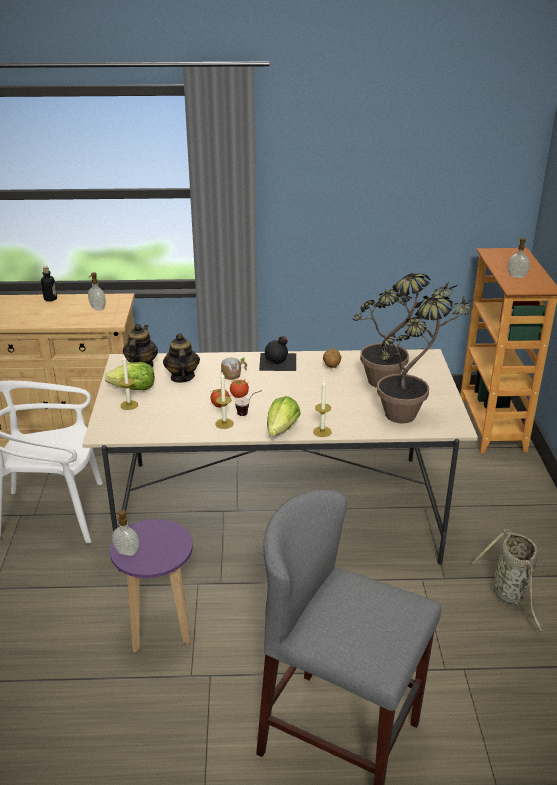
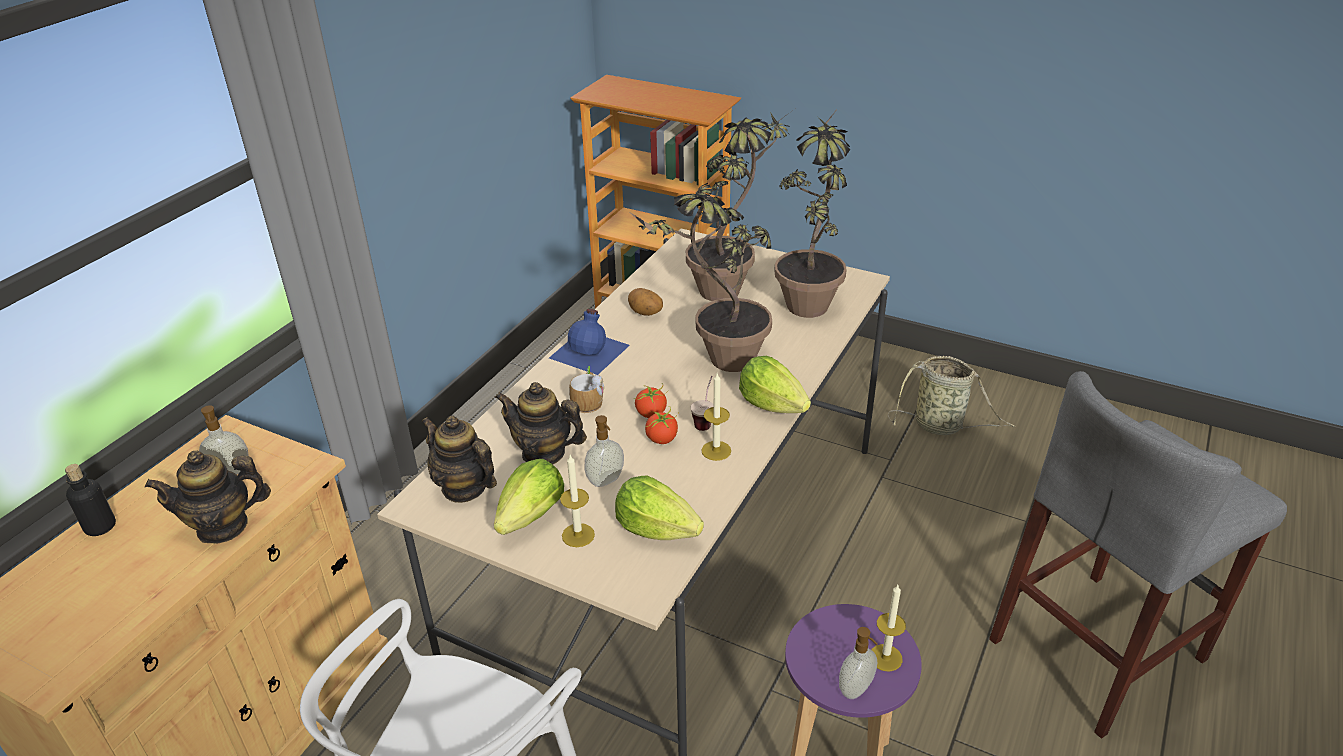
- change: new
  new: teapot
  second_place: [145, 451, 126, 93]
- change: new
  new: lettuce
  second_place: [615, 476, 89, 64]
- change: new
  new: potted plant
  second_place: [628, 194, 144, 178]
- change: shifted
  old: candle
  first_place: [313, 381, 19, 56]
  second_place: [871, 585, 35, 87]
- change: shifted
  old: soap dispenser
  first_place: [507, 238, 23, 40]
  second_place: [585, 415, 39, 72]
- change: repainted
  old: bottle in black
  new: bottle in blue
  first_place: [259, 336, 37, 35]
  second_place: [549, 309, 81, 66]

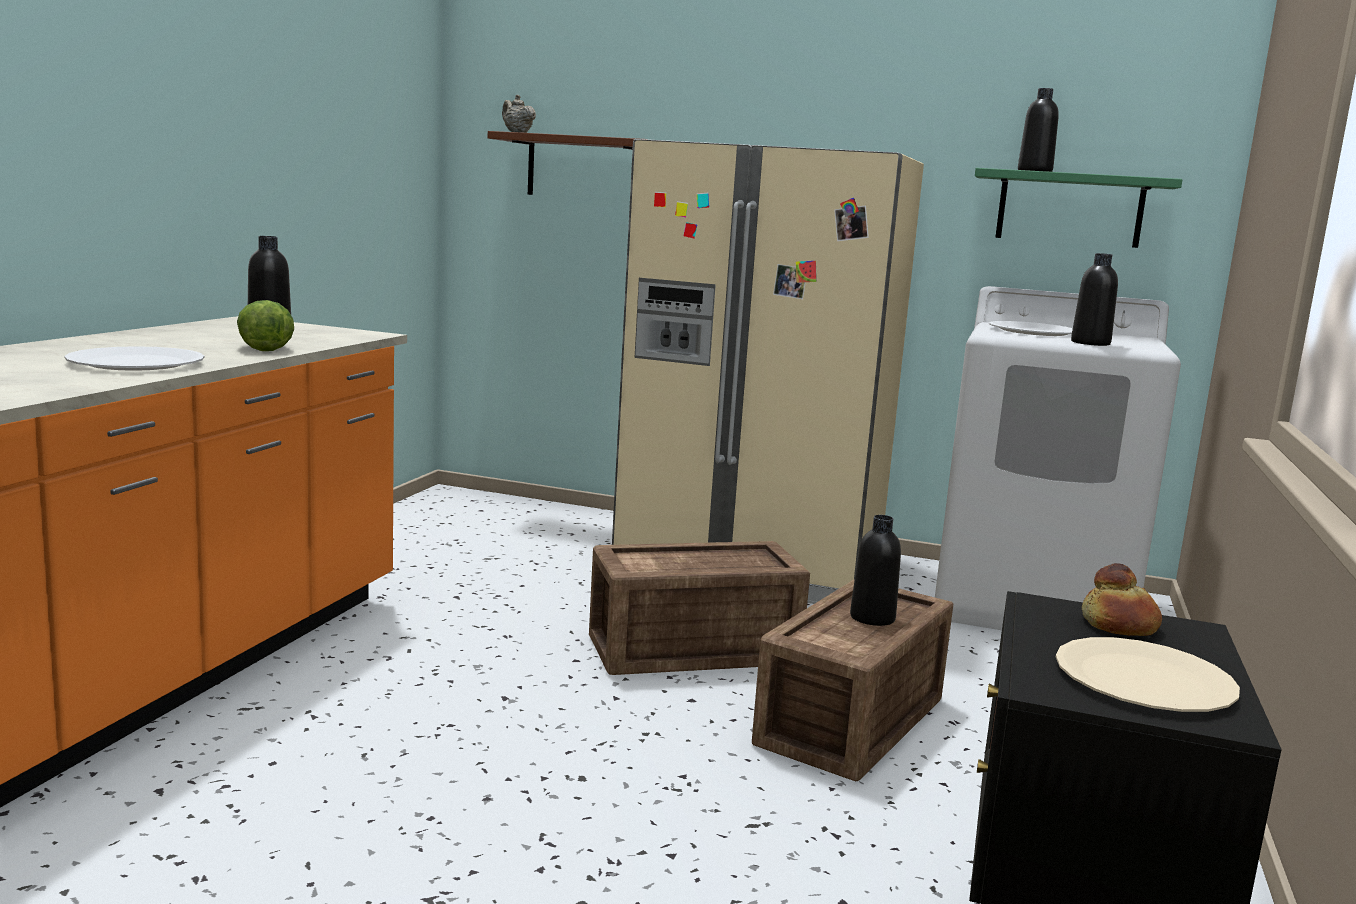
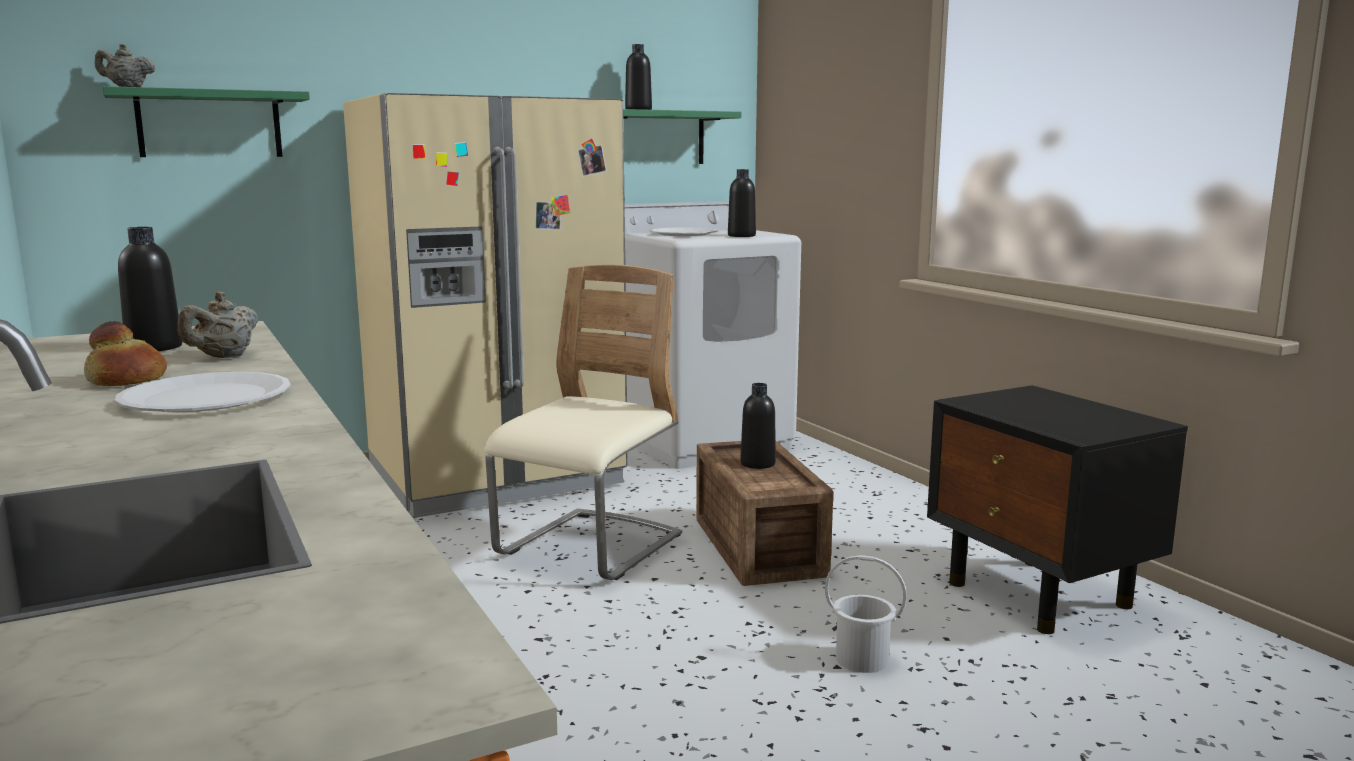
- change: gone
  old: plate in beige
  first_place: [1056, 637, 184, 75]
- change: new
  new: bucket in white
  second_place: [825, 555, 82, 118]
- change: shifted
  old: bread
  first_place: [1082, 563, 80, 73]
  second_place: [84, 321, 83, 65]
- change: swapped
  old: lettuce
  new: teapot in beige
  first_place: [237, 300, 57, 51]
  second_place: [178, 292, 80, 66]
- change: swapped
  old: crate
  new: chair in beige
  first_place: [589, 541, 221, 134]
  second_place: [484, 265, 198, 315]
- change: repainted
  old: shelf in brown
  new: shelf in green
  first_place: [488, 131, 161, 64]
  second_place: [102, 86, 208, 71]

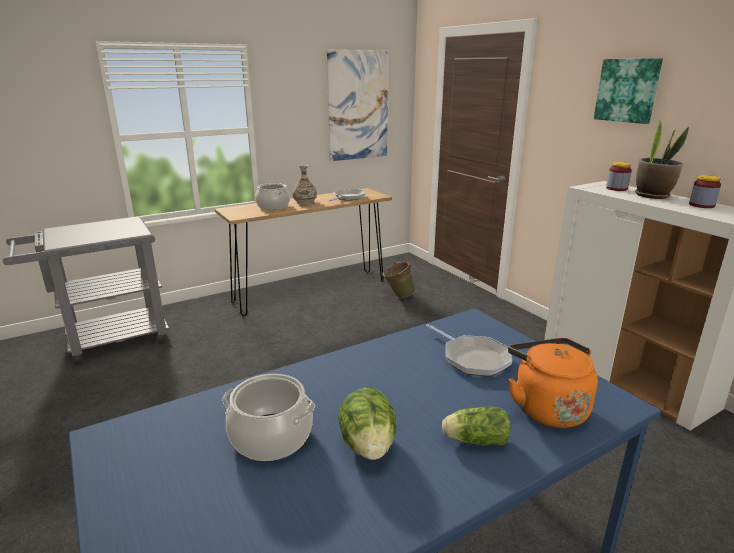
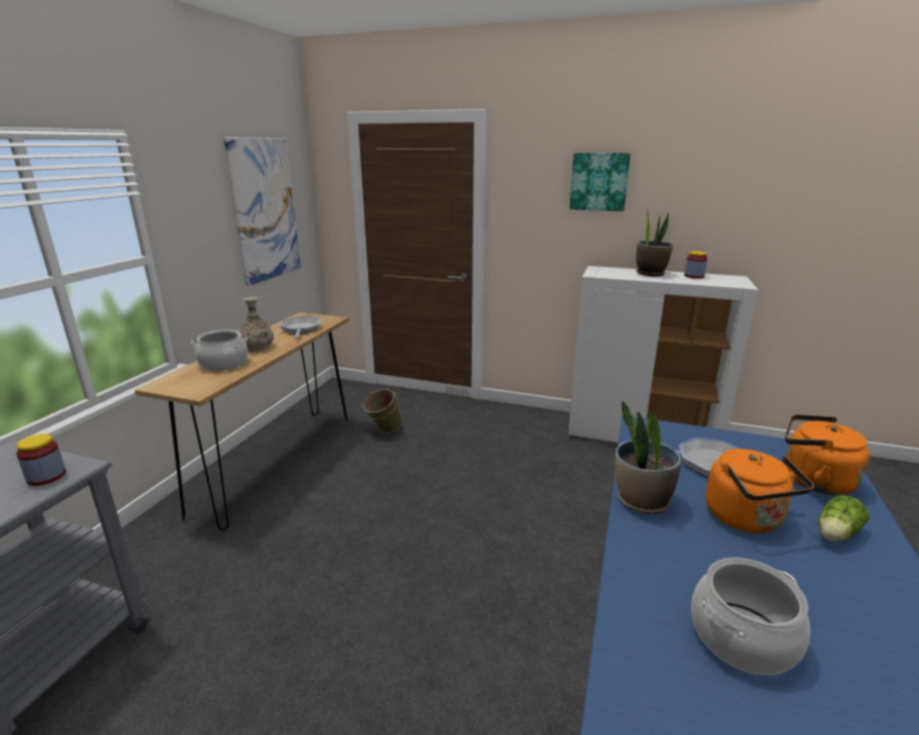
- change: gone
  old: lettuce
  first_place: [338, 388, 58, 72]
- change: new
  new: potted plant
  second_place: [615, 400, 66, 114]
- change: new
  new: kettle in orange
  second_place: [706, 449, 108, 84]
- change: shifted
  old: jar
  first_place: [606, 162, 26, 29]
  second_place: [16, 434, 50, 52]

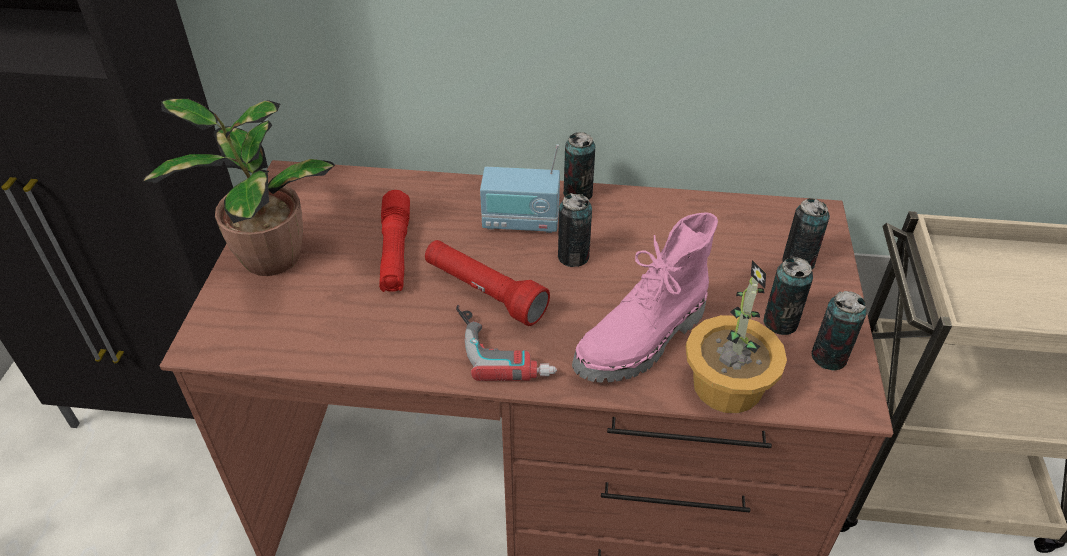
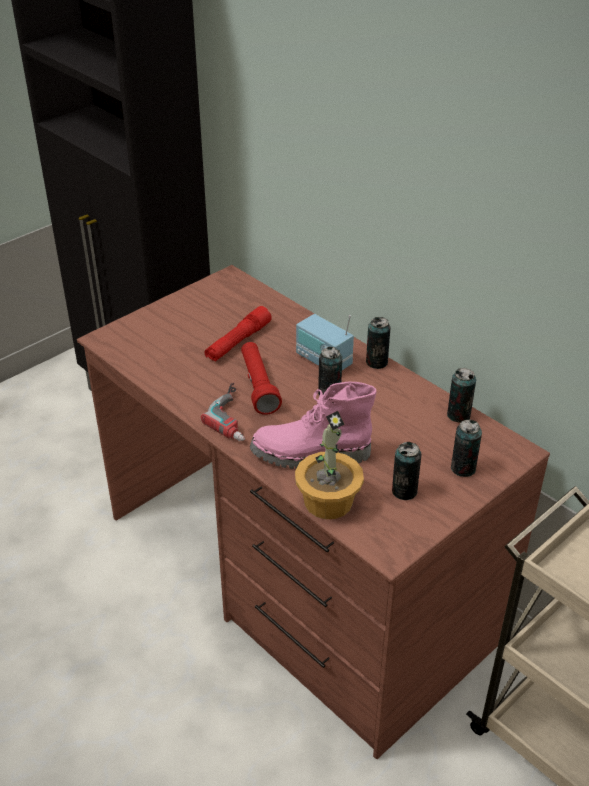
- change: gone
  old: potted plant
  first_place: [142, 98, 193, 178]
- change: shifted
  old: can
  first_place: [812, 291, 55, 80]
  second_place: [447, 368, 29, 54]

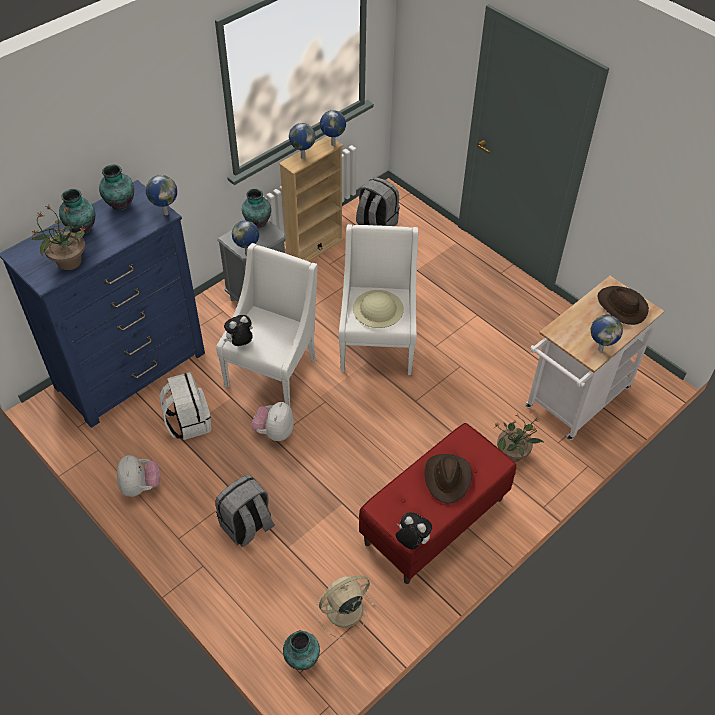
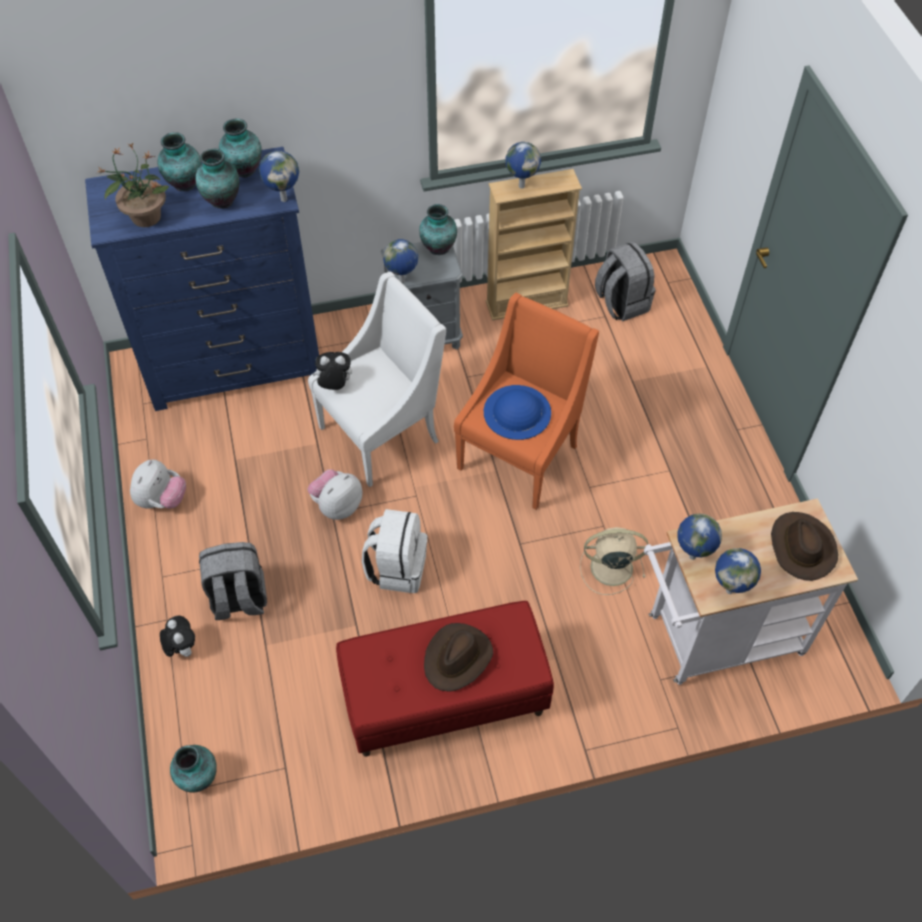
- change: gone
  old: potted plant
  first_place: [493, 414, 50, 48]
- change: new
  new: vase
  second_place: [195, 149, 44, 60]
- change: shifted
  old: backpack in white
  first_place: [159, 372, 52, 68]
  second_place: [362, 509, 65, 84]
- change: shifted
  old: fan in beige
  first_place: [317, 575, 58, 63]
  second_place: [580, 527, 68, 68]
- change: shifted
  old: globe
  first_place: [320, 110, 26, 36]
  second_place: [677, 514, 45, 46]
- change: shifted
  old: plush toy
  first_place: [395, 512, 37, 37]
  second_place: [160, 616, 35, 41]
- change: repainted
  old: armchair in white
  new: armchair in orange
  first_place: [339, 224, 79, 151]
  second_place: [454, 293, 145, 217]
- change: repainted
  old: hat in beige
  new: hat in blue
  first_place: [353, 290, 51, 38]
  second_place: [484, 385, 67, 55]

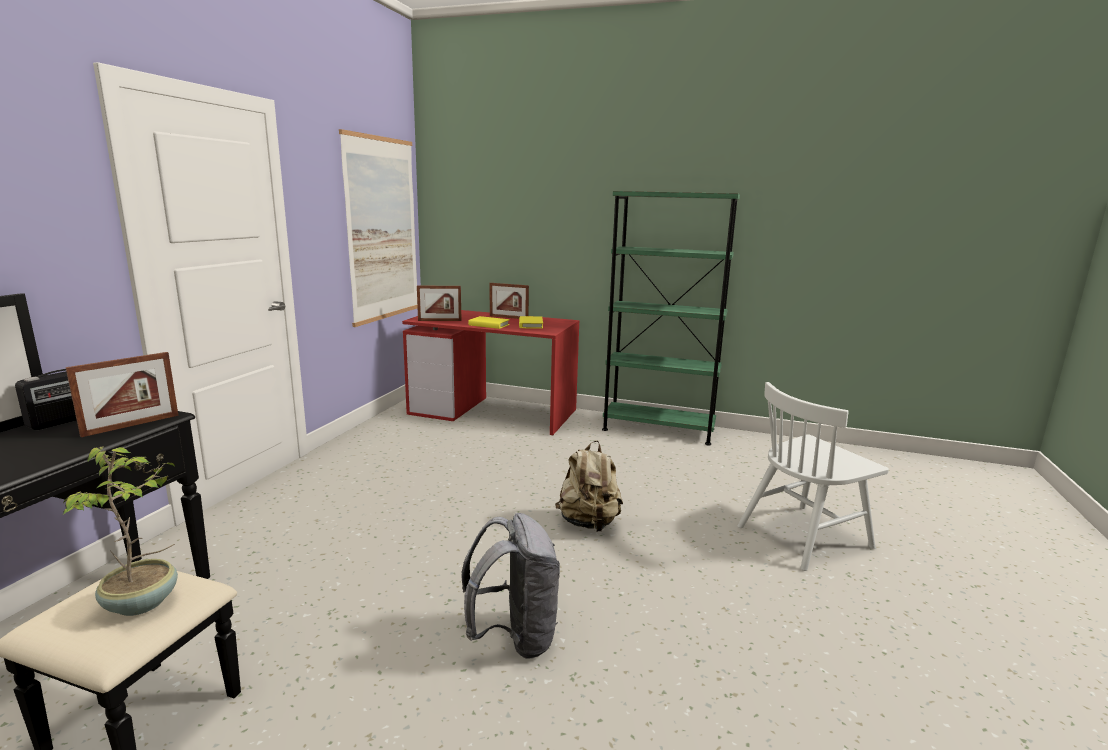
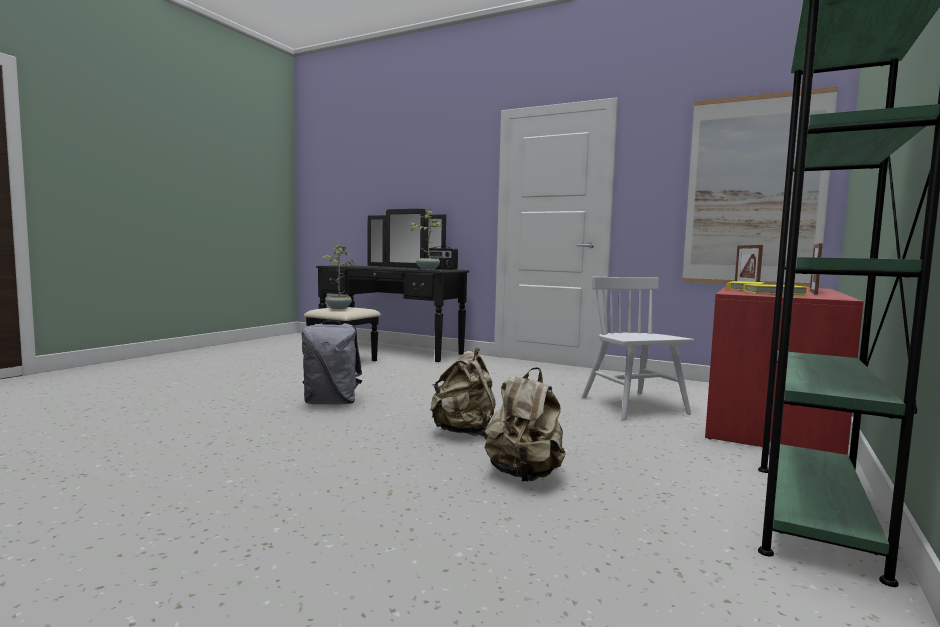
- change: new
  new: backpack in beige
  second_place: [484, 367, 82, 115]
- change: shifted
  old: chair in white
  first_place: [738, 382, 151, 189]
  second_place: [582, 276, 112, 144]
- change: swapped
  old: picture frame
  new: potted plant
  first_place: [66, 352, 113, 85]
  second_place: [409, 209, 33, 61]

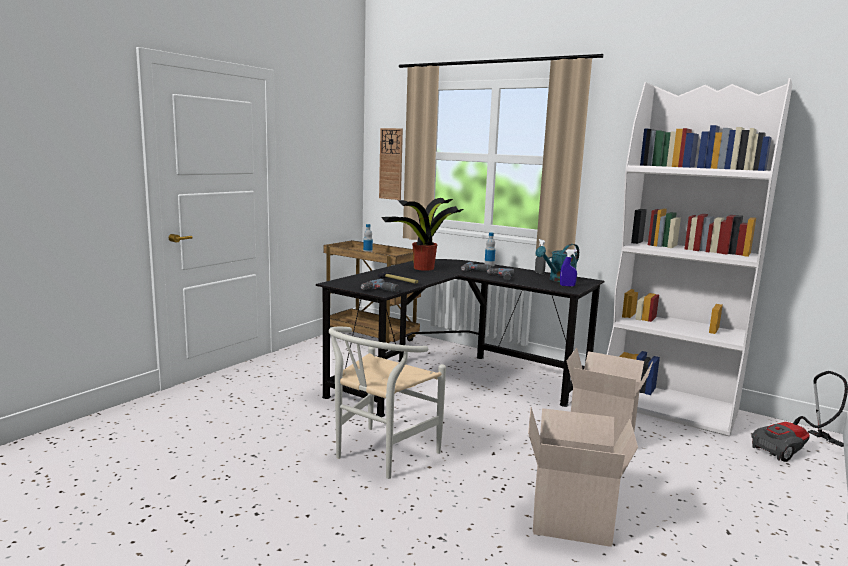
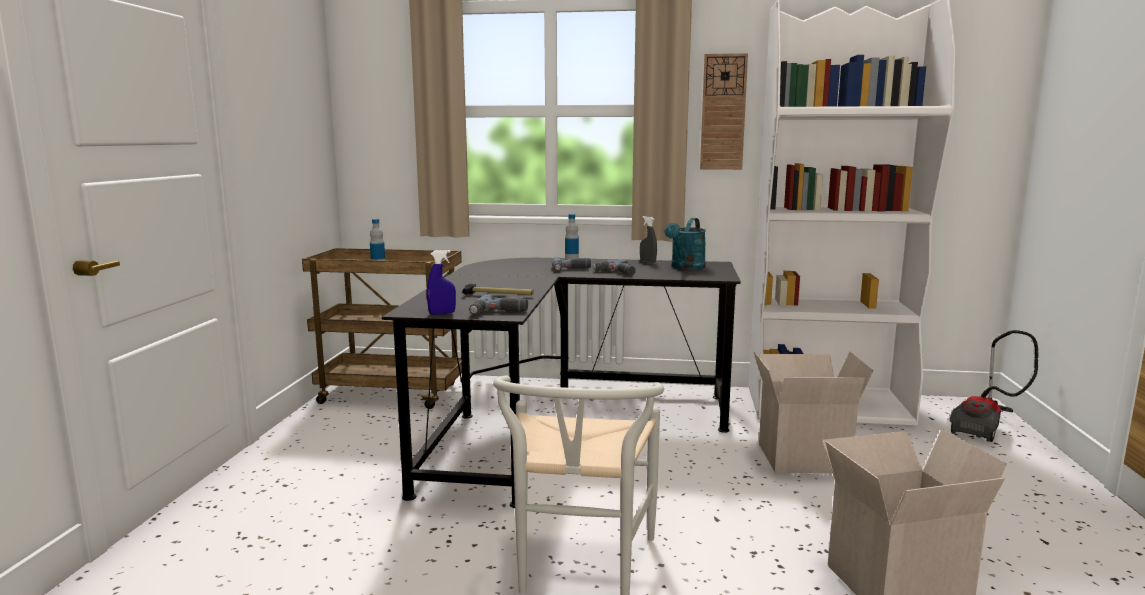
- change: gone
  old: potted plant
  first_place: [381, 198, 83, 73]
- change: shifted
  old: wall clock
  first_place: [379, 128, 24, 72]
  second_place: [700, 53, 48, 117]
- change: shifted
  old: spray bottle in blue
  first_place: [560, 249, 17, 38]
  second_place: [427, 250, 29, 65]

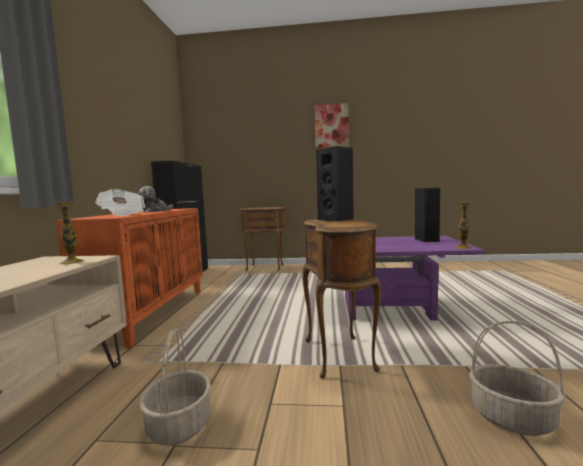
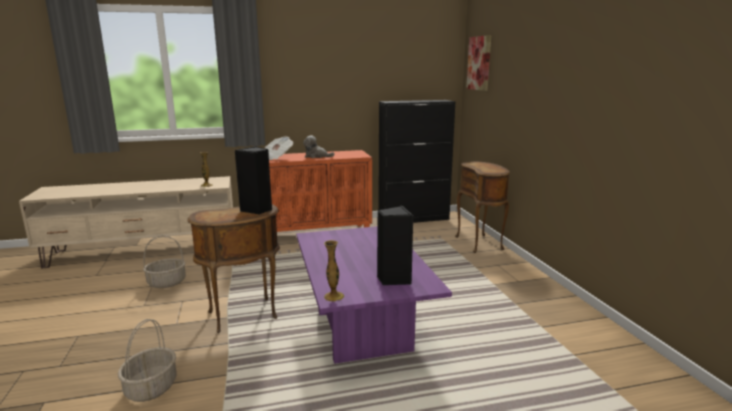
- change: shifted
  old: picture
  first_place: [314, 103, 35, 46]
  second_place: [466, 35, 25, 56]

